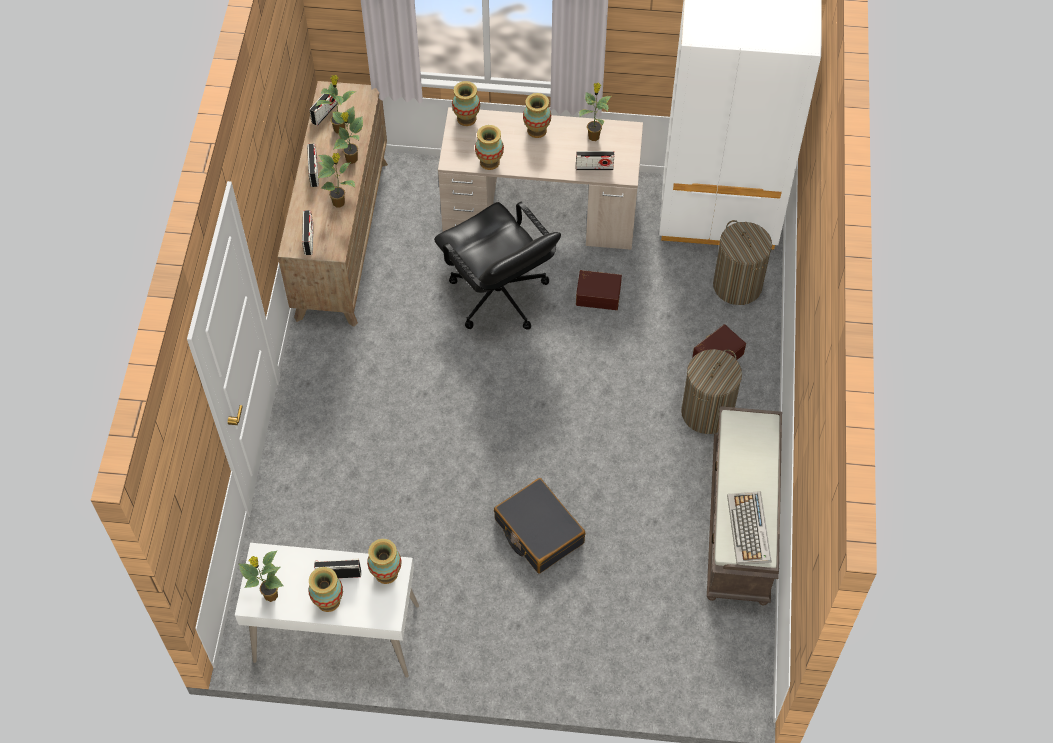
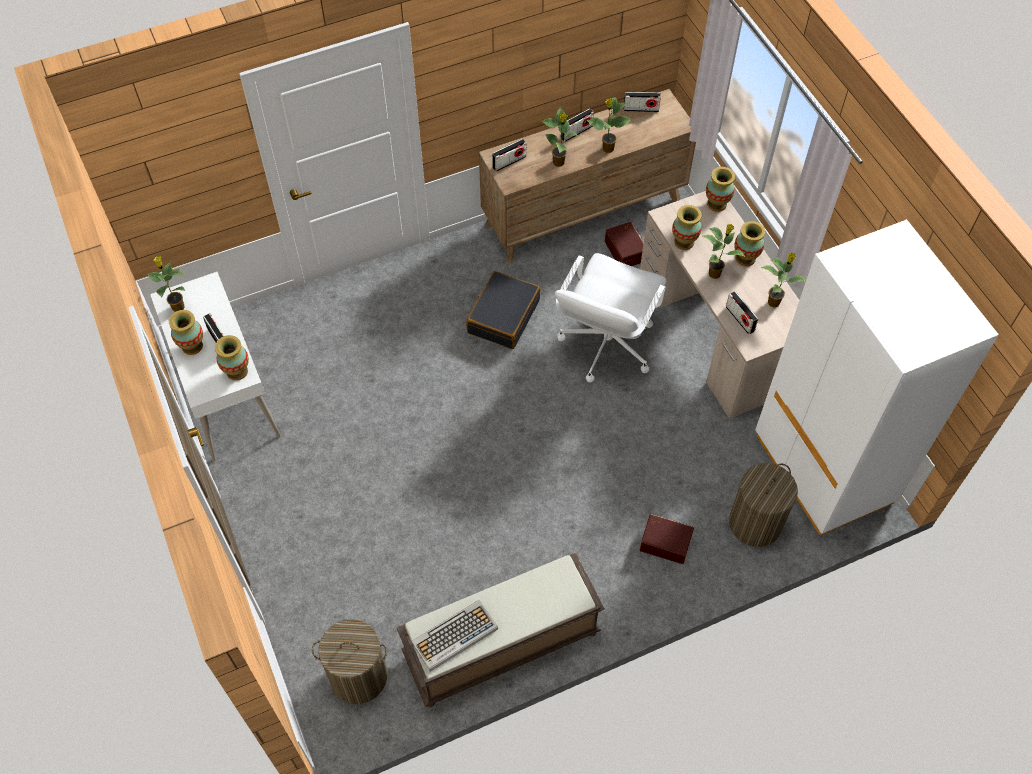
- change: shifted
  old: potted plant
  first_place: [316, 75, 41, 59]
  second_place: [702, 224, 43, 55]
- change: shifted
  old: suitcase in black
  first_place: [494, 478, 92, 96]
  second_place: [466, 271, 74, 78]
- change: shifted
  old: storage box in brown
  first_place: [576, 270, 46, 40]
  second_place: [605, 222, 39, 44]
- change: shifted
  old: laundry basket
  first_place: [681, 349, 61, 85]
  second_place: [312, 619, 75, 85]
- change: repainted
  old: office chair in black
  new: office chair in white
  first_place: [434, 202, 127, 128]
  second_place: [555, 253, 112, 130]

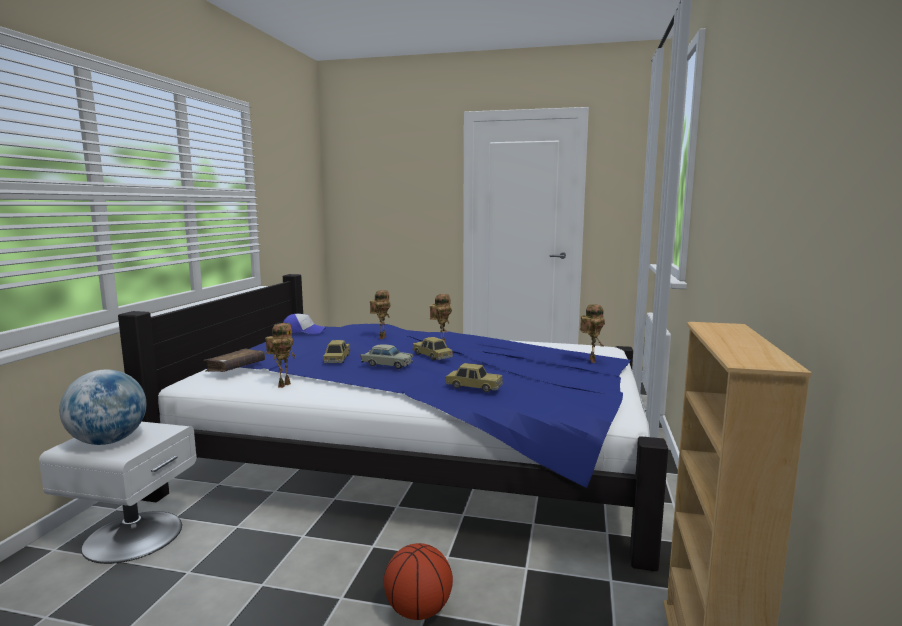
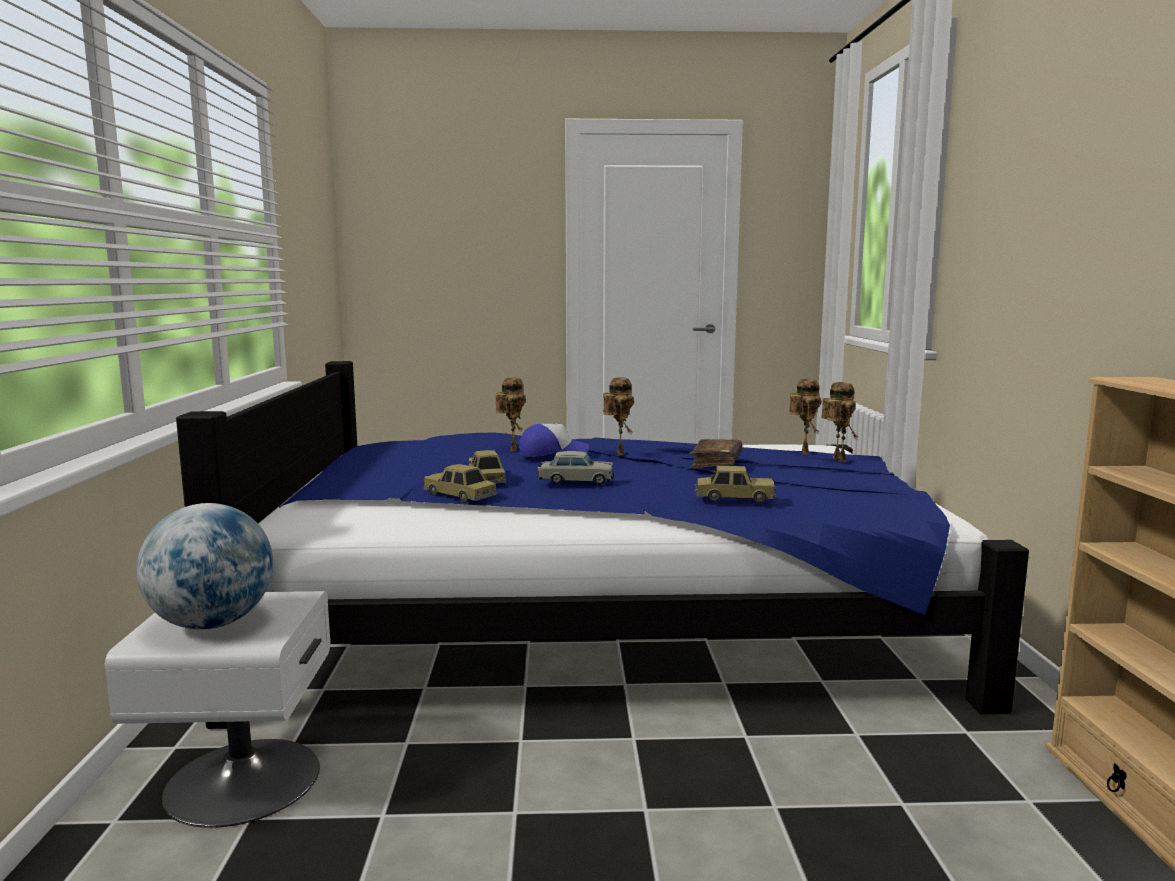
- change: gone
  old: basketball
  first_place: [384, 543, 69, 77]
- change: shifted
  old: book in brown
  first_place: [204, 349, 61, 23]
  second_place: [690, 439, 52, 30]
- change: shifted
  old: toy robot
  first_place: [265, 323, 31, 65]
  second_place: [789, 379, 32, 75]
- change: shifted
  old: cap
  first_place: [283, 314, 42, 20]
  second_place: [519, 423, 70, 34]
- change: shifted
  old: toy car
  first_place: [413, 337, 40, 23]
  second_place: [424, 464, 73, 39]

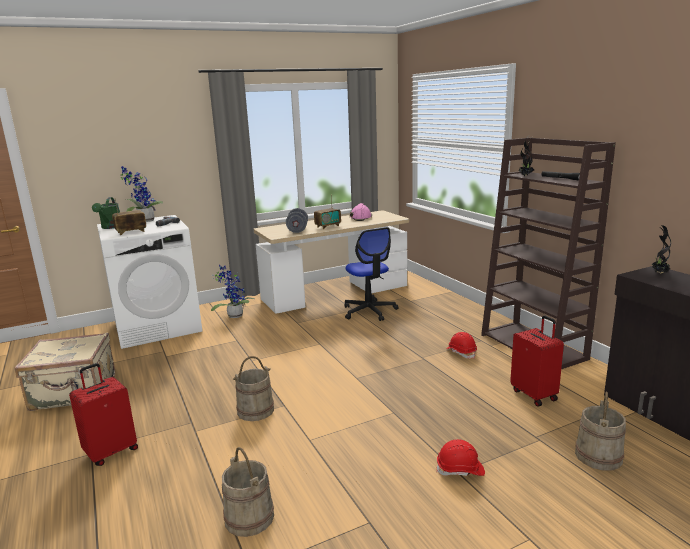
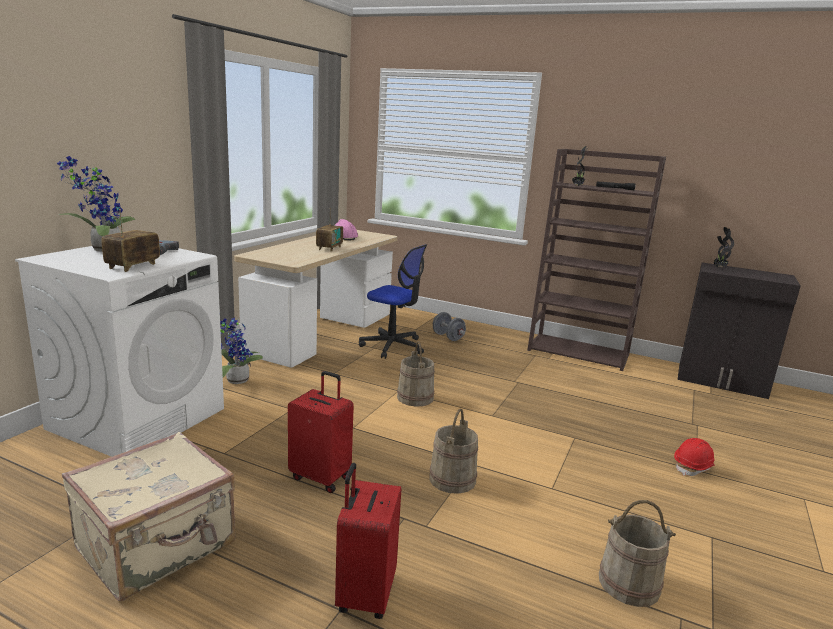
- change: gone
  old: watering can in green
  first_place: [92, 197, 28, 32]
- change: gone
  old: hard hat in red
  first_place: [446, 332, 31, 27]
- change: shifted
  old: dumbbell in grey
  first_place: [286, 208, 22, 25]
  second_place: [433, 312, 33, 29]
- change: shifted
  old: suitcase in red
  first_place: [510, 315, 54, 92]
  second_place: [288, 371, 66, 122]
- change: shifted
  old: bucket in beige
  first_place: [575, 392, 51, 79]
  second_place: [397, 341, 38, 66]

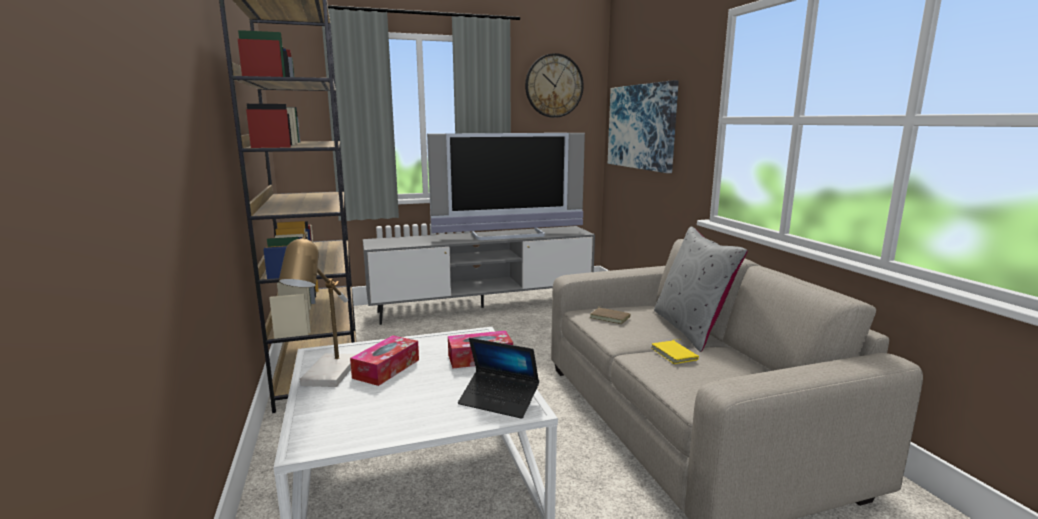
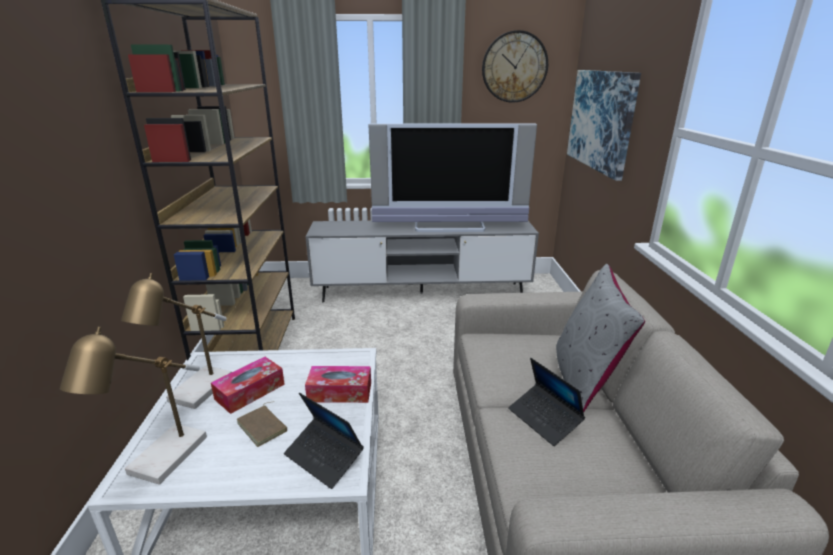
- change: new
  new: table lamp
  second_place: [60, 327, 147, 158]
- change: shifted
  old: book in brown
  first_place: [589, 306, 41, 18]
  second_place: [237, 402, 50, 45]
- change: swapped
  old: book in yellow
  new: laptop
  first_place: [651, 339, 48, 25]
  second_place: [508, 358, 77, 88]

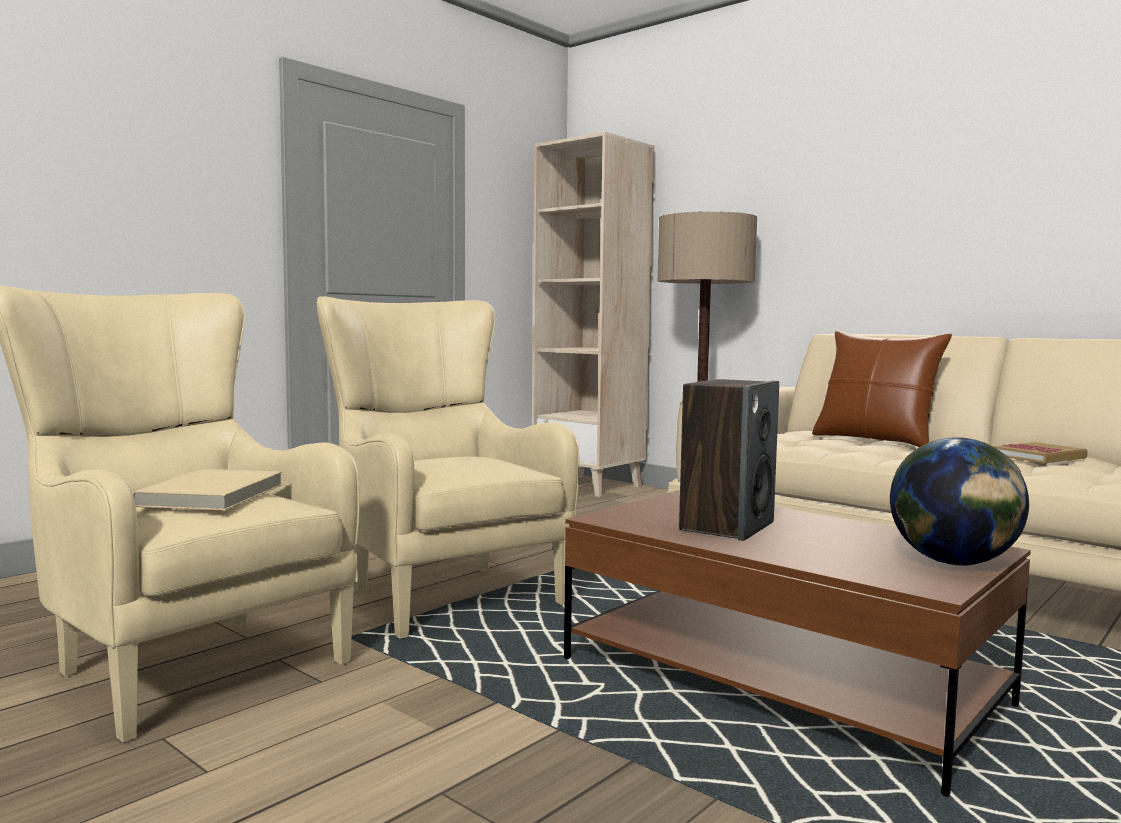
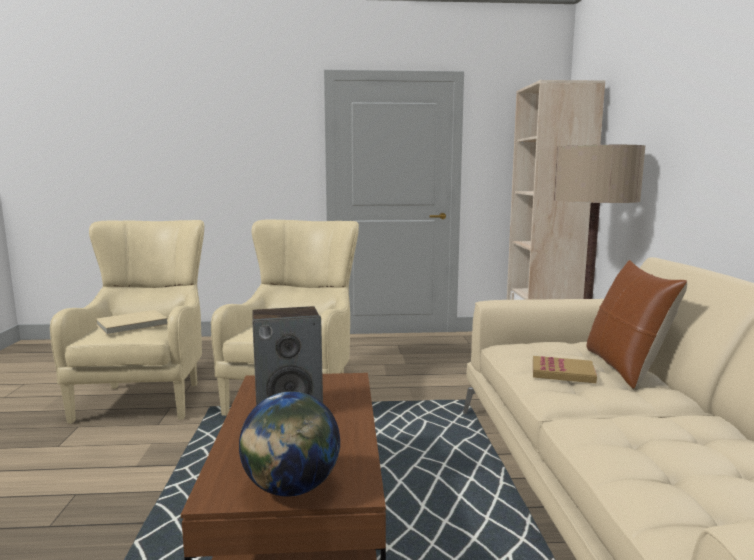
- change: shifted
  old: book
  first_place: [994, 442, 94, 21]
  second_place: [533, 356, 64, 27]

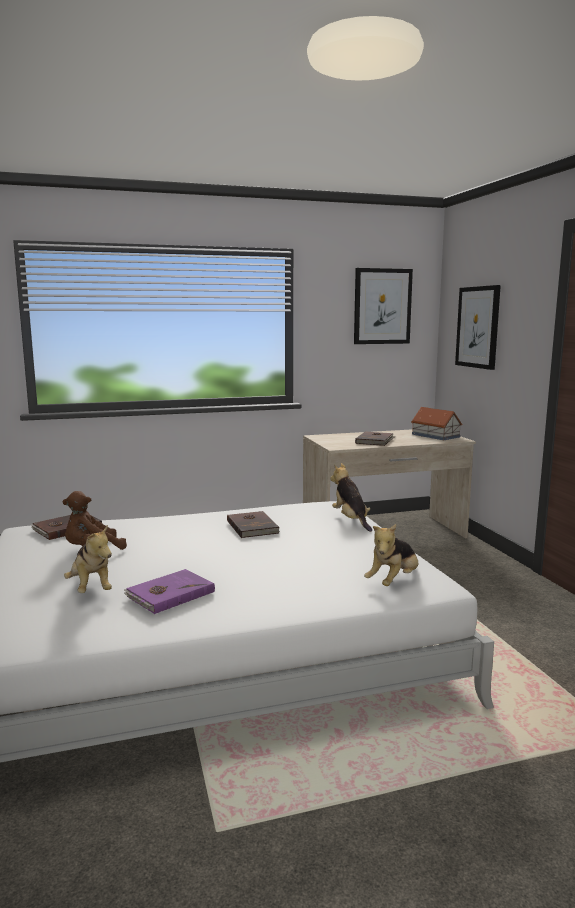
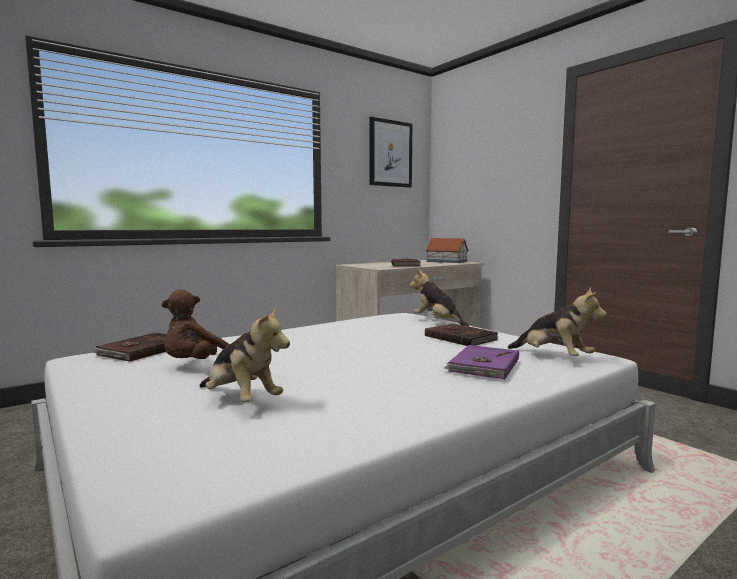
- change: gone
  old: picture
  first_place: [455, 285, 46, 85]
- change: shifted
  old: book in purple
  first_place: [124, 569, 91, 45]
  second_place: [444, 345, 75, 35]
- change: shifted
  old: book in brown
  first_place: [227, 511, 53, 27]
  second_place: [425, 323, 73, 23]
- change: rotated
  old: plush toy
  first_place: [364, 524, 54, 62]
  second_place: [508, 288, 99, 68]
  degrees: -60

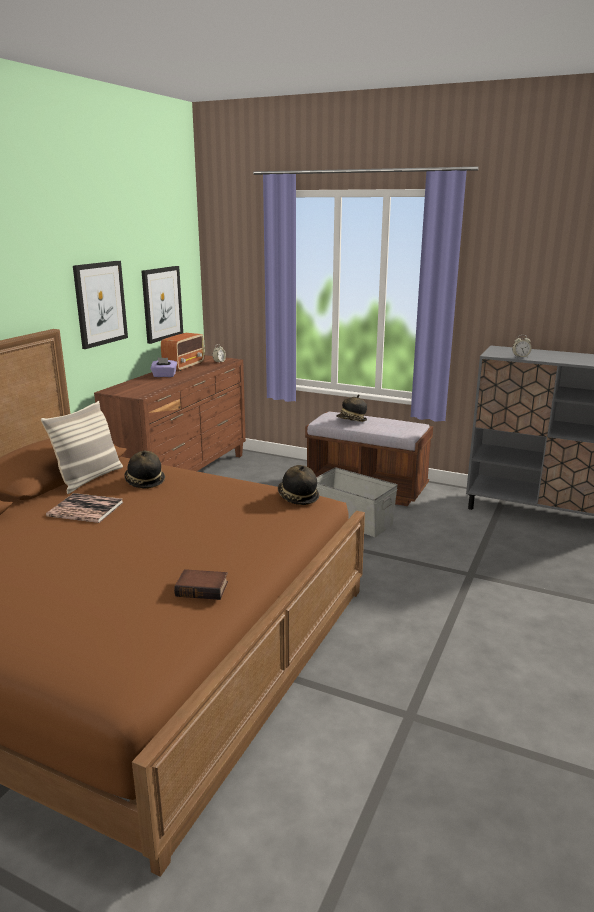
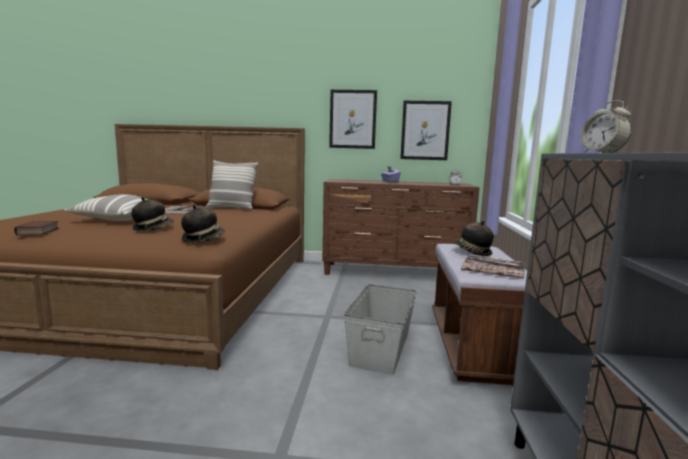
- change: gone
  old: radio
  first_place: [161, 333, 44, 38]
- change: new
  new: pillow
  second_place: [64, 194, 84, 27]
- change: new
  new: book
  second_place: [461, 255, 64, 24]
- change: shifted
  old: hat
  first_place: [124, 451, 41, 38]
  second_place: [132, 197, 42, 34]

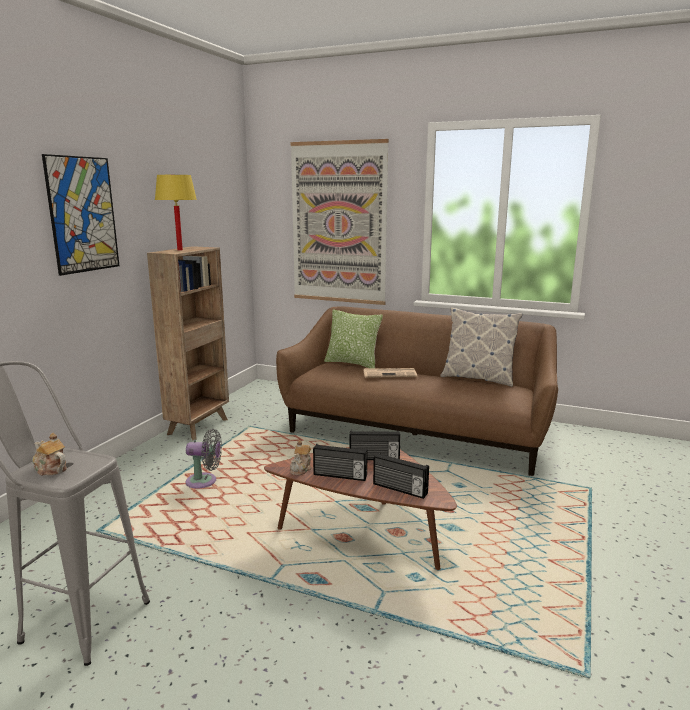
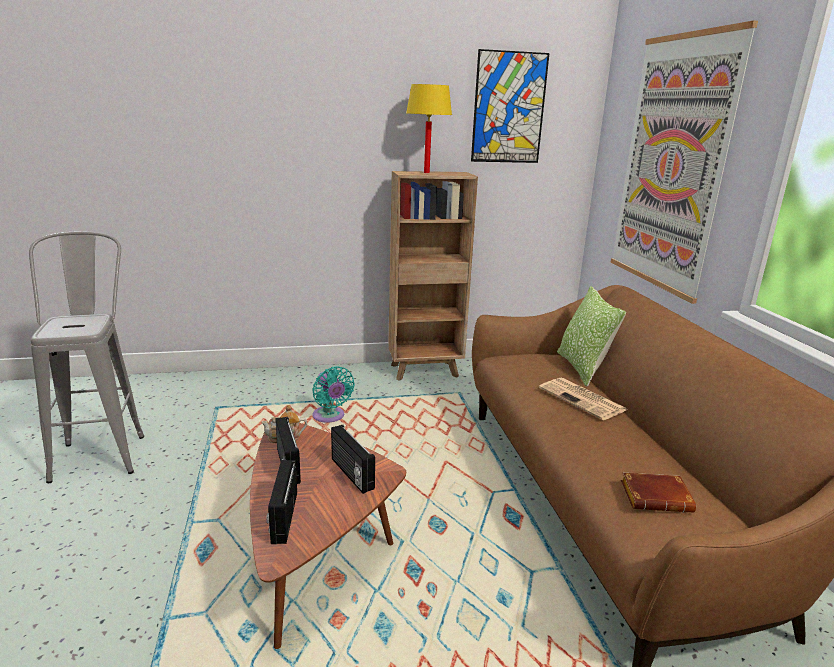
- change: gone
  old: teapot
  first_place: [32, 433, 35, 43]
- change: gone
  old: pillow
  first_place: [440, 307, 82, 80]
- change: new
  new: book in brown
  second_place: [621, 473, 75, 40]
- change: shifted
  old: picture
  first_place: [42, 154, 78, 122]
  second_place: [471, 49, 79, 114]
- change: repainted
  old: fan in grey
  new: fan in turquoise
  first_place: [185, 429, 37, 60]
  second_place: [312, 366, 43, 57]

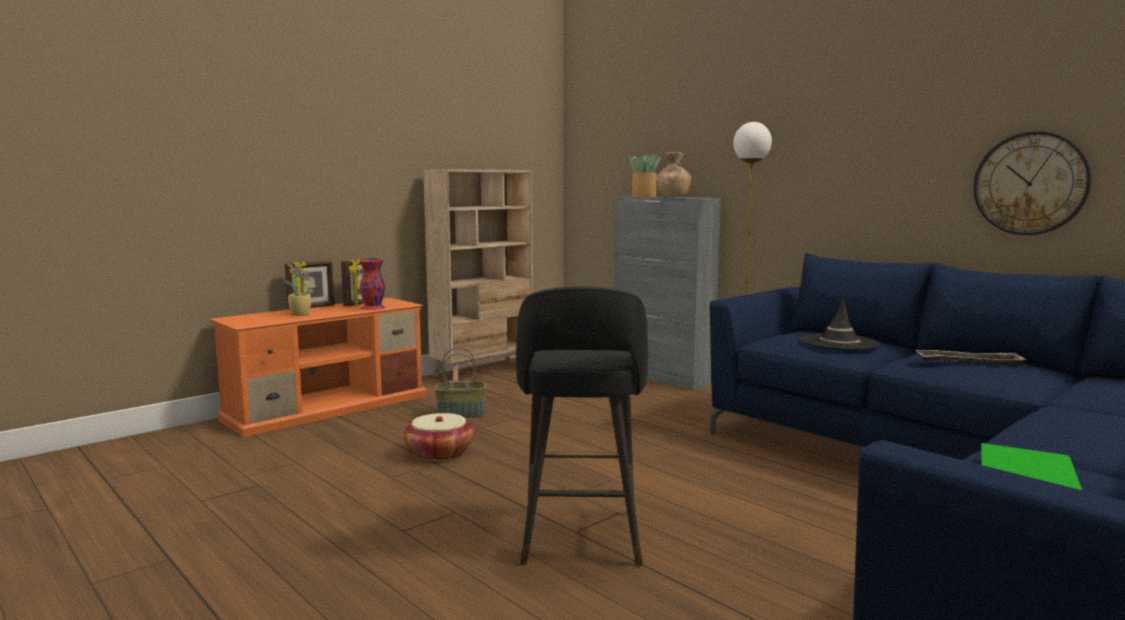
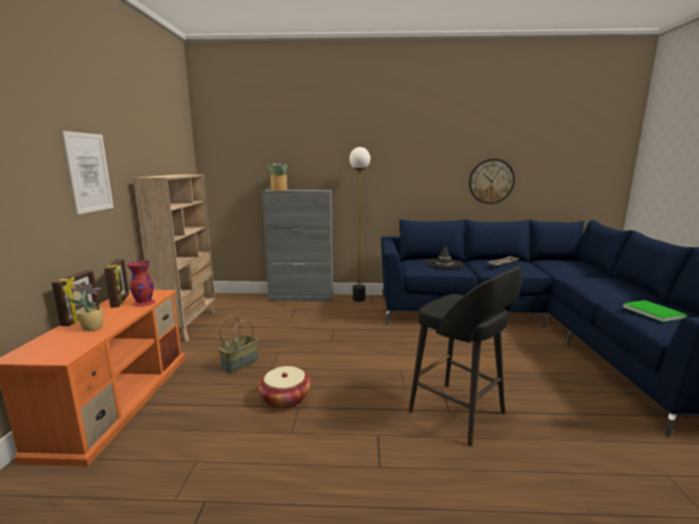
- change: gone
  old: vase in brown
  first_place: [656, 152, 35, 45]
- change: new
  new: picture
  second_place: [61, 131, 53, 83]

